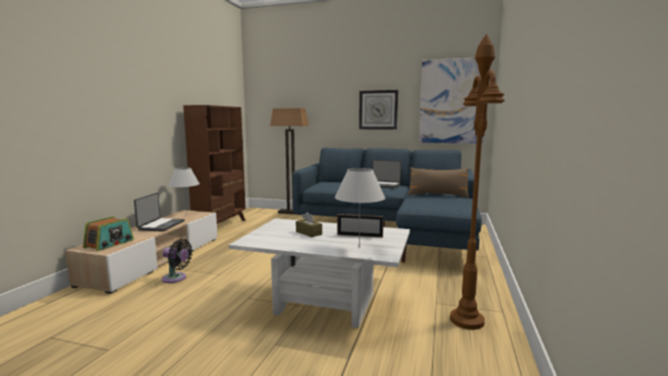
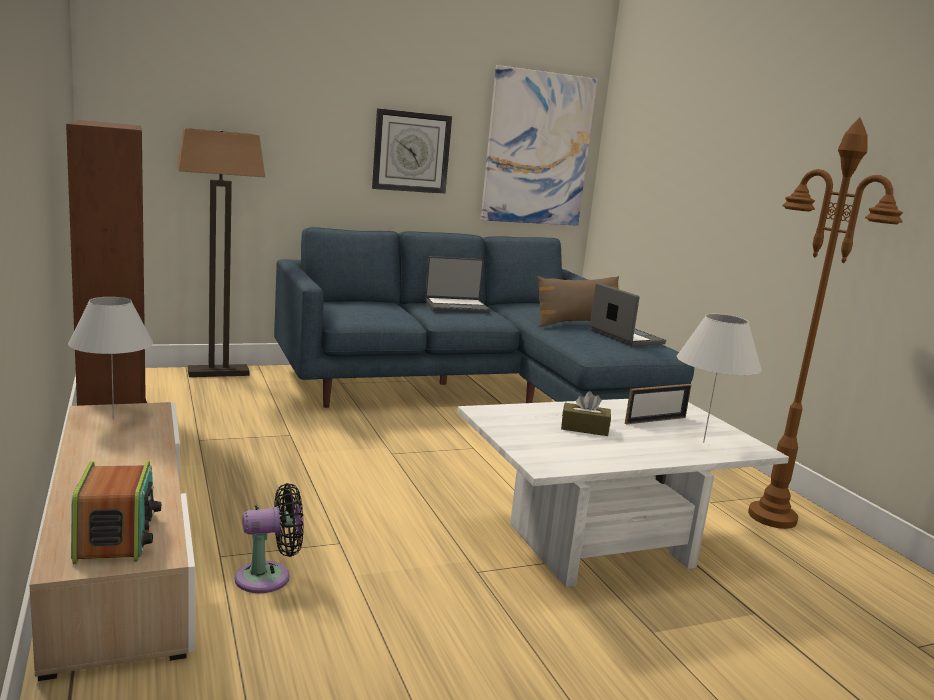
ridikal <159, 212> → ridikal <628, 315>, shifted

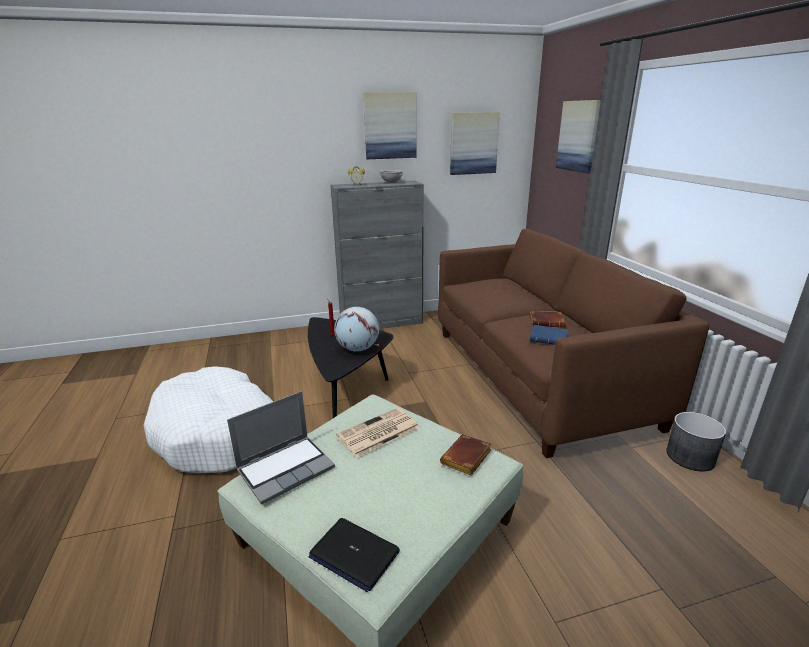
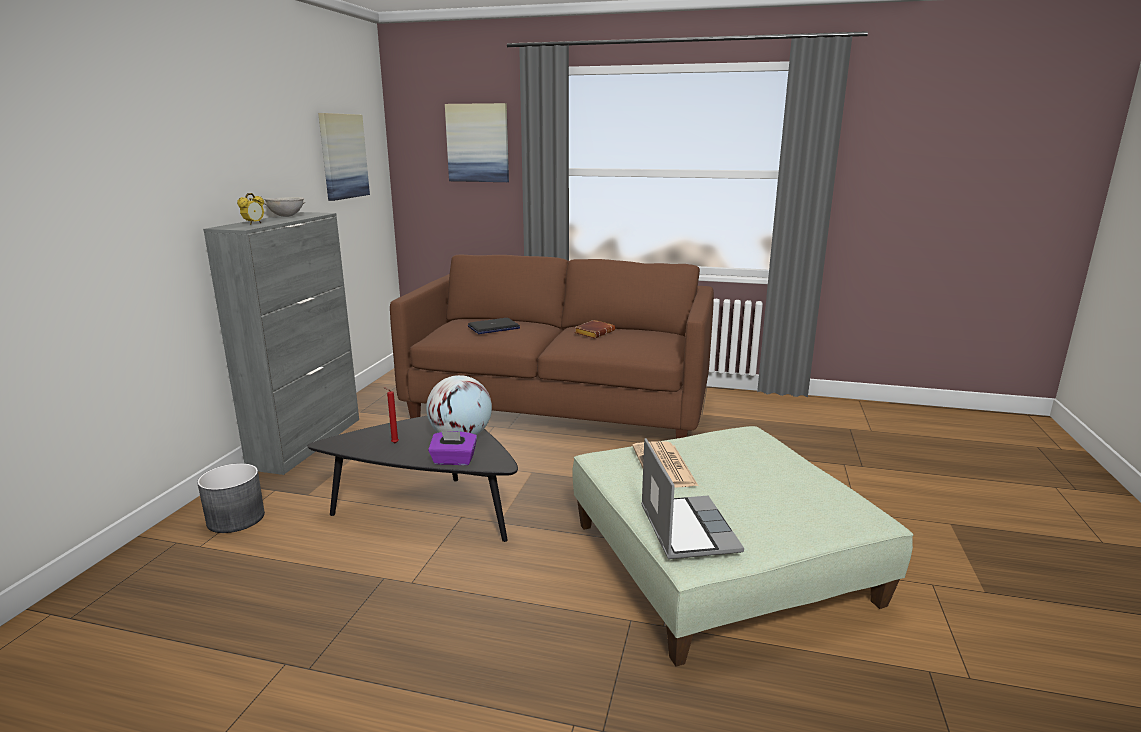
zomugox <389, 125> → -
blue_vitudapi <549, 335> → -
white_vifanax <209, 419> → -
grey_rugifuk <696, 442> → grey_rugifuk <231, 498>, shifted
brown_vitudapi <465, 454> → -
ridikal <354, 555> → ridikal <494, 326>, shifted
- → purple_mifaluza <452, 448>

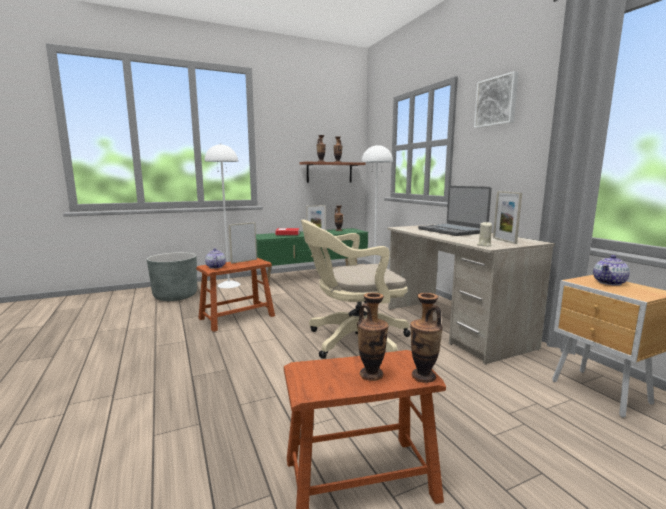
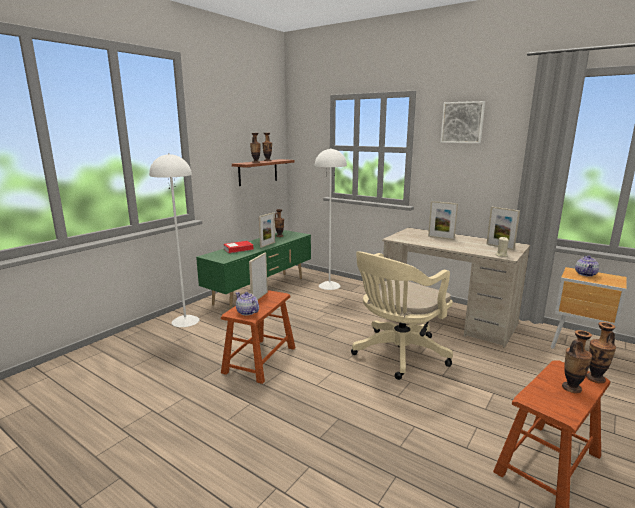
ridikal <455, 211> → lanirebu <443, 220>
grey_rugifuk <172, 276> → -

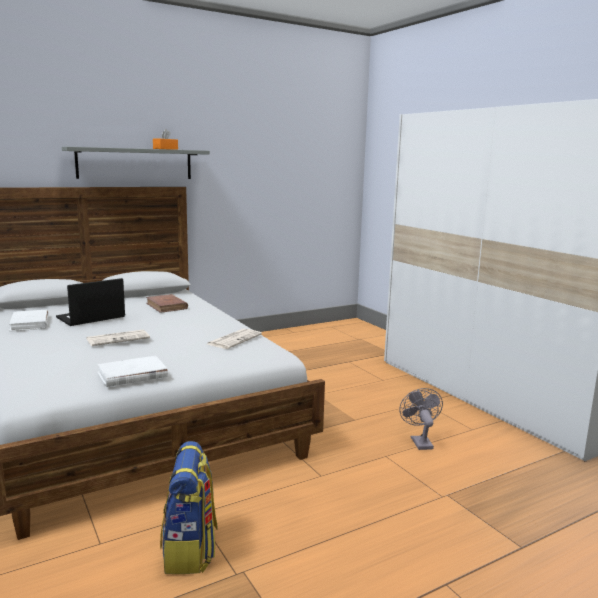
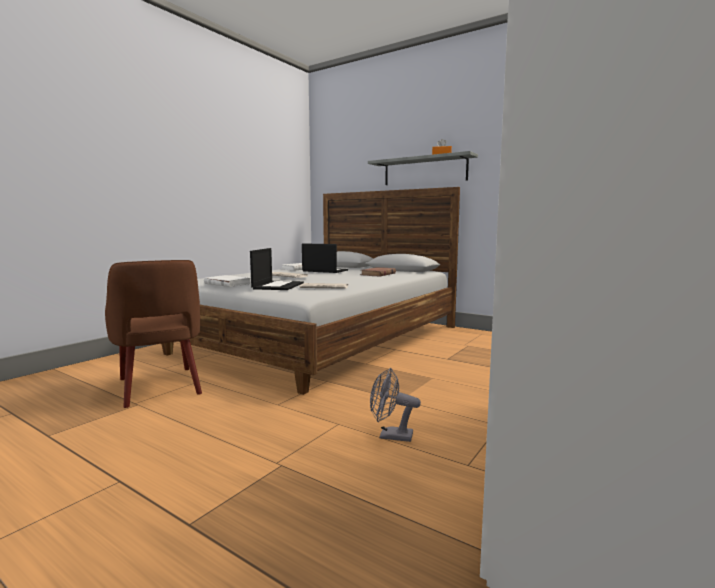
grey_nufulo <421, 419> → grey_nufulo <395, 405>, 135 degrees counterclockwise
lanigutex <189, 507> → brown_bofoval <153, 334>
- → ridikal <277, 269>

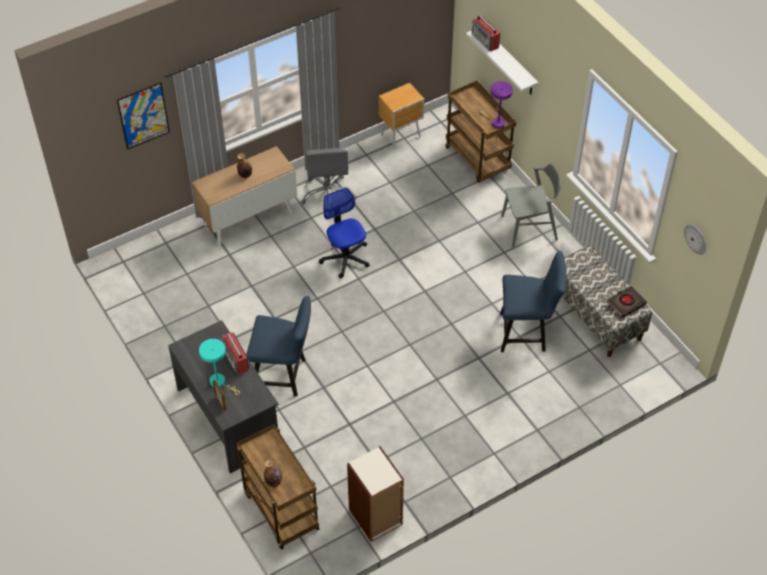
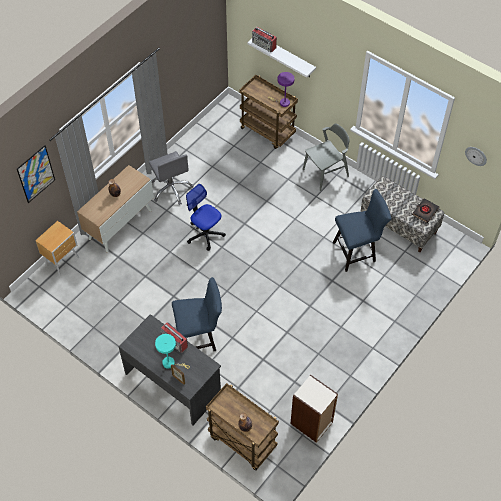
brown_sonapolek <401, 116> → brown_sonapolek <57, 248>, shifted

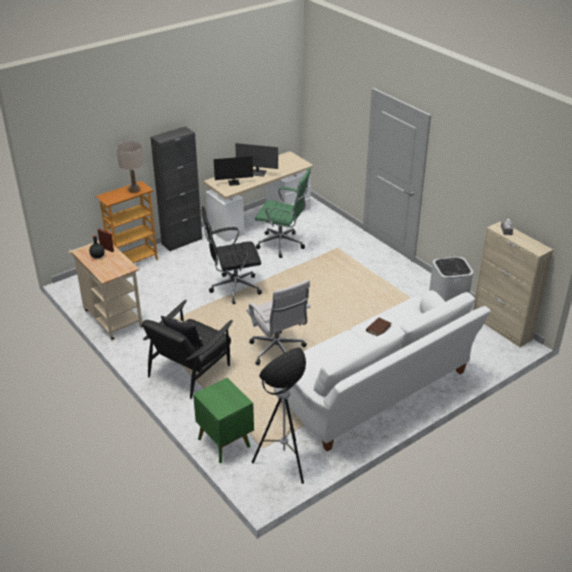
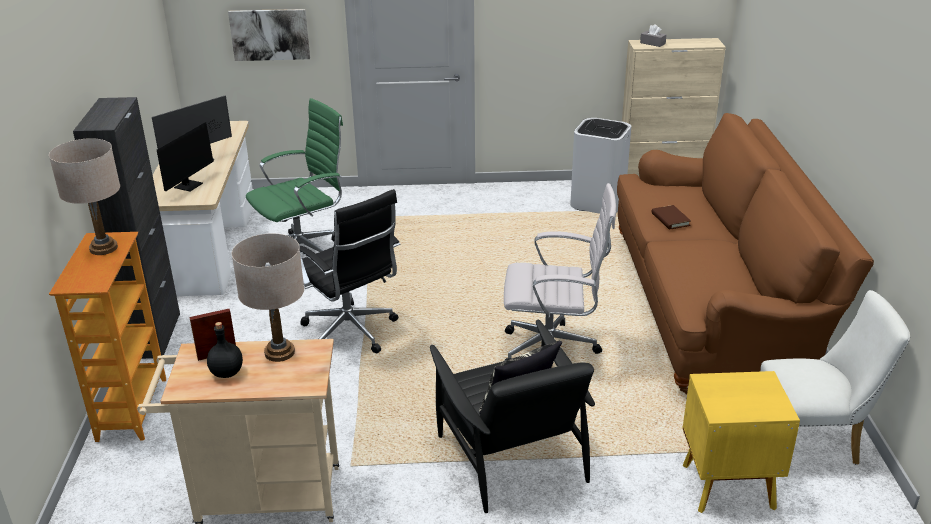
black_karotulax <232, 255> → black_karotulax <349, 271>, 60 degrees counterclockwise
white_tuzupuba <382, 371> → brown_tuzupuba <745, 253>
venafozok <279, 415> → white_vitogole <835, 377>
green_sonapolek <223, 420> → yellow_sonapolek <741, 442>
- → zomugox <269, 35>
- → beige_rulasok <268, 298>

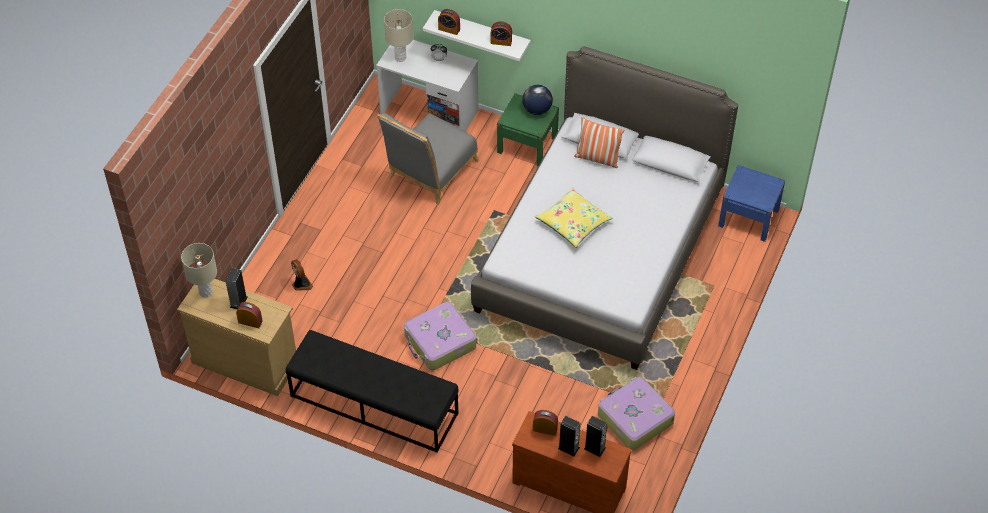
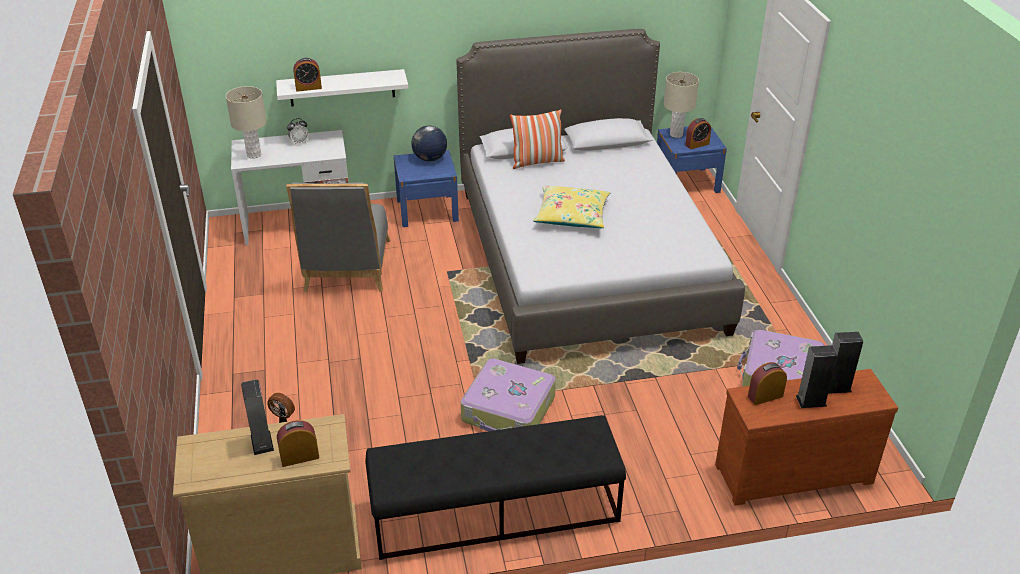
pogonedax <501, 33> → pogonedax <698, 133>, shifted
green_sonapolek <528, 129> → blue_sonapolek <426, 188>
beige_rulasok <199, 270> → beige_rulasok <681, 105>, shifted

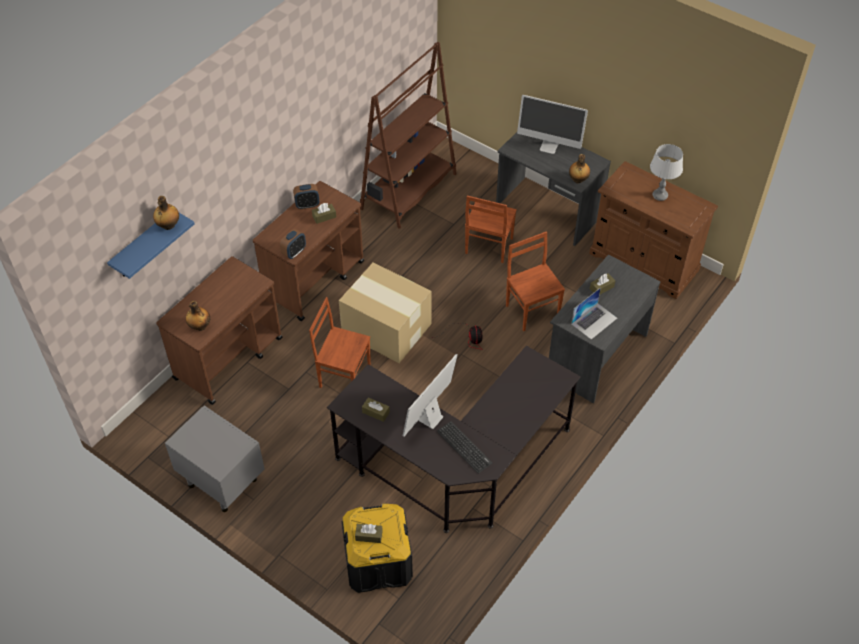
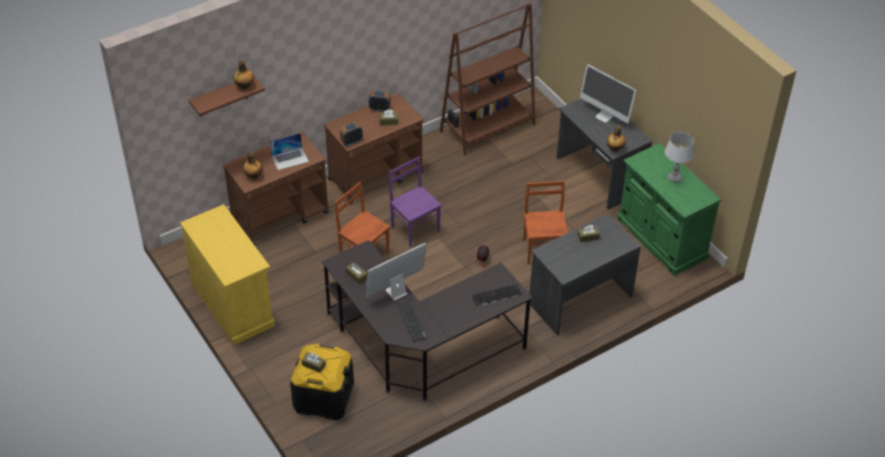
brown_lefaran <653, 230> → green_lefaran <669, 209>
brown_vitogole <491, 229> → -
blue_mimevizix <151, 246> → brown_mimevizix <227, 96>
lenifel <385, 312> → purple_vitogole <415, 202>
ridikal <594, 313> → ridikal <289, 151>, shifted
grey_sonapolek <215, 458> → yellow_lefaran <227, 274>
- → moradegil <496, 294>

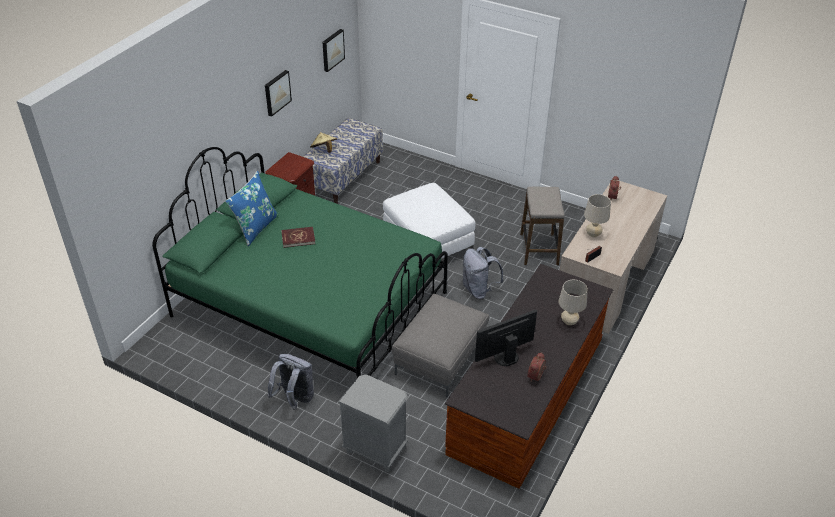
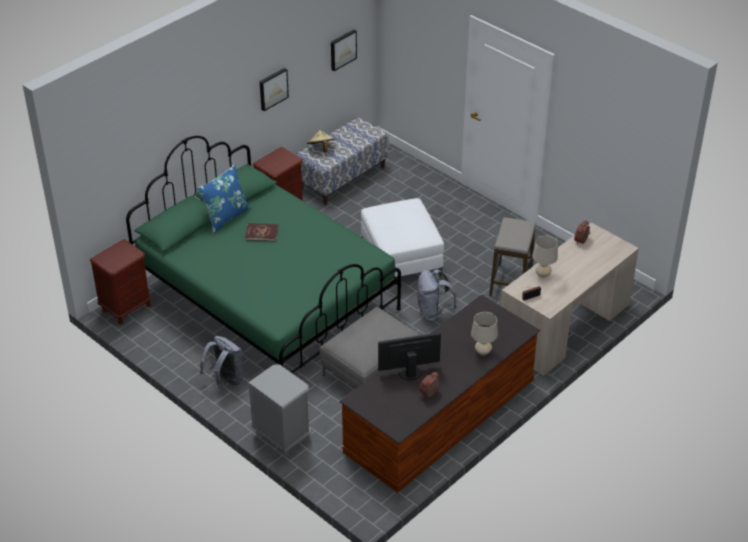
- → brown_sonapolek <121, 281>

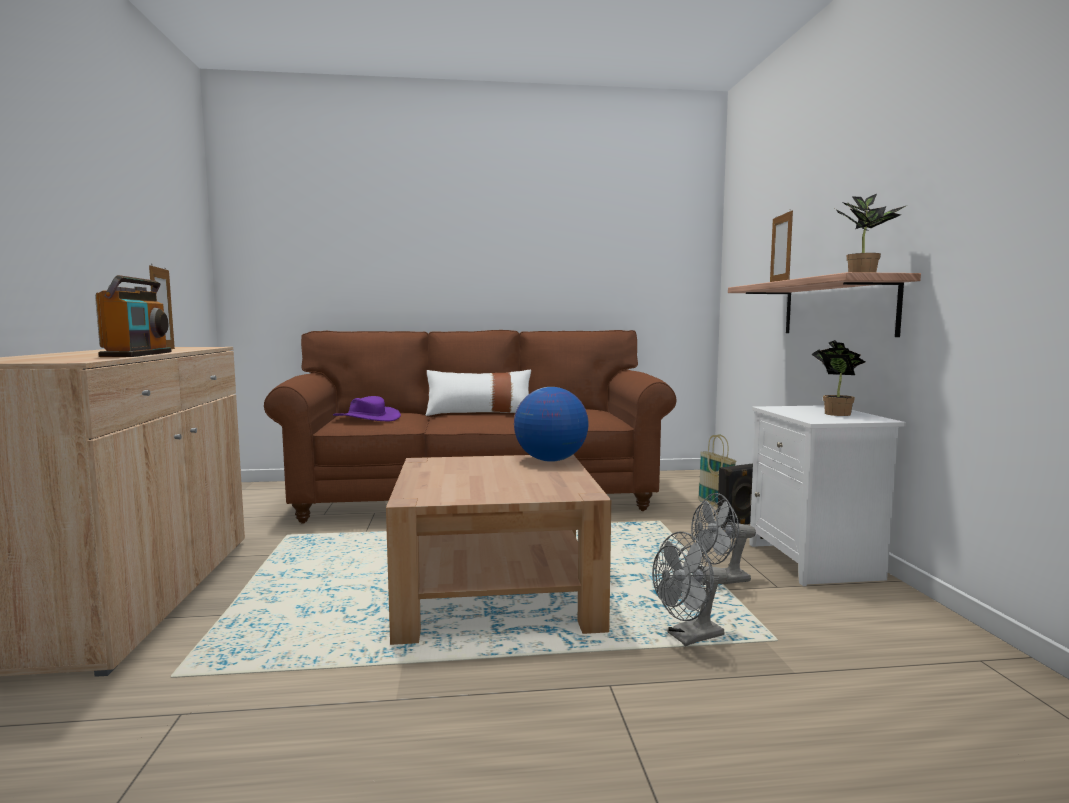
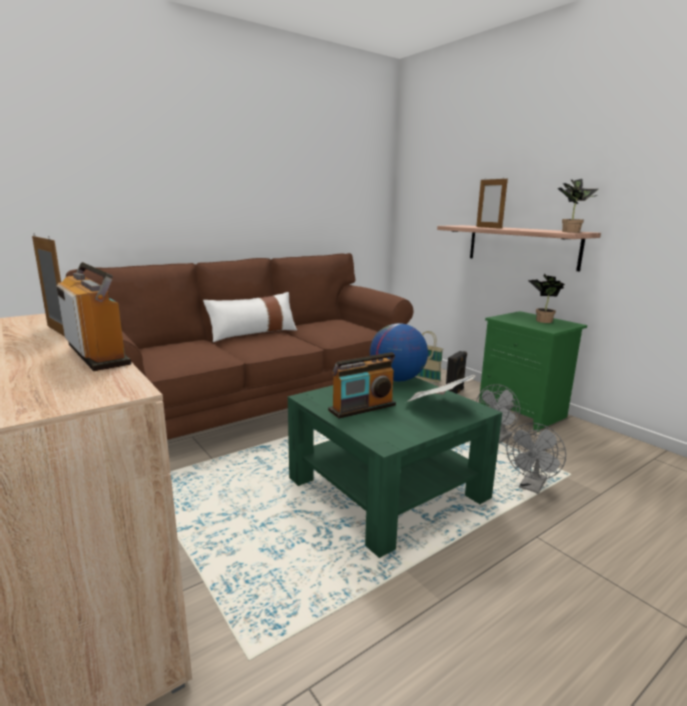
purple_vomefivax <367, 408> → -
white_sonapolek <827, 495> → green_sonapolek <533, 371>
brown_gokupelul <498, 550> → green_gokupelul <395, 467>
- → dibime <362, 385>
- → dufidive <441, 388>

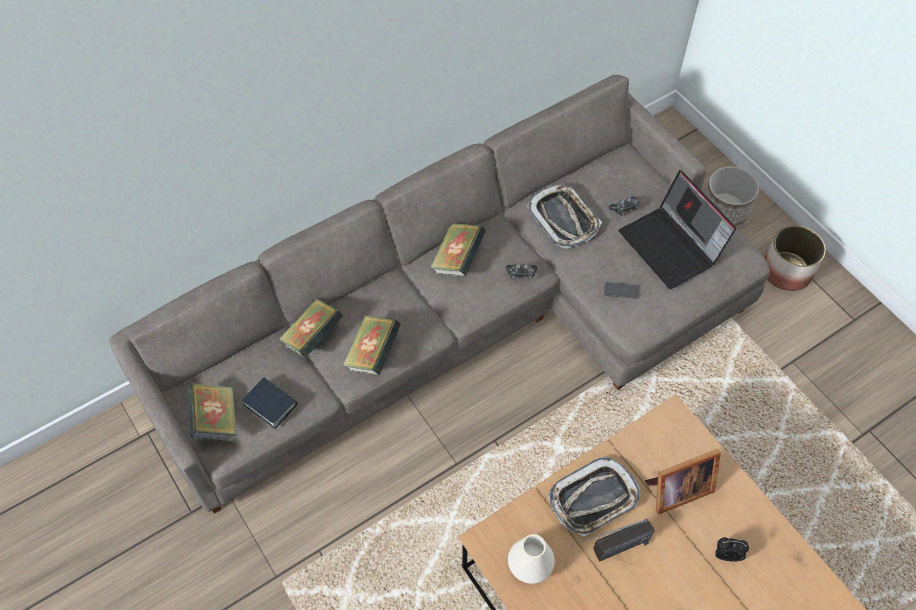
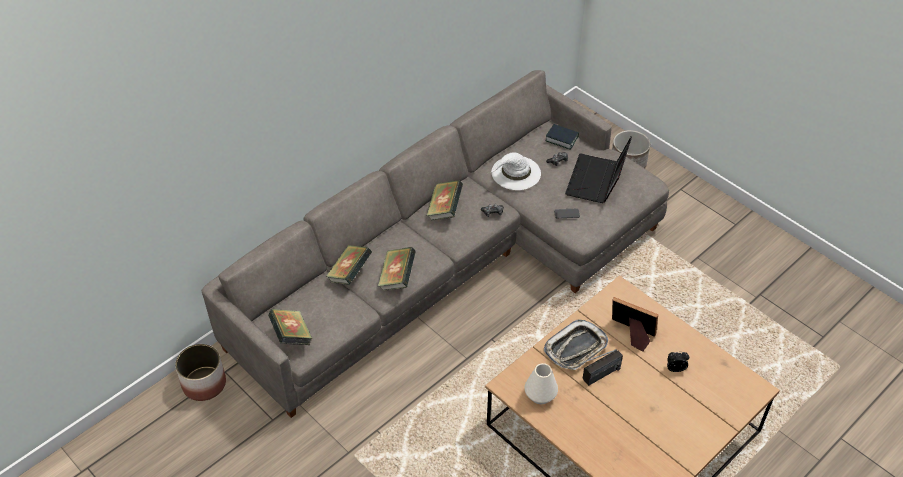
ridikal <677, 229> → ridikal <598, 170>, 60 degrees clockwise
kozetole <564, 216> → white_vomefivax <516, 171>
rugifuk <795, 258> → rugifuk <200, 372>, shifted
vitudapi <269, 403> → vitudapi <562, 137>, shifted
lanirebu <683, 482> → lanirebu <635, 324>, 120 degrees counterclockwise

